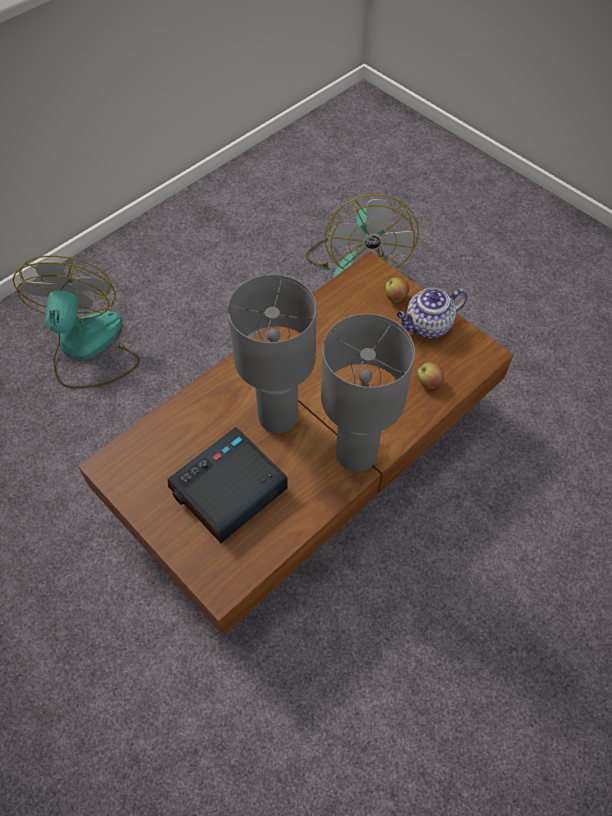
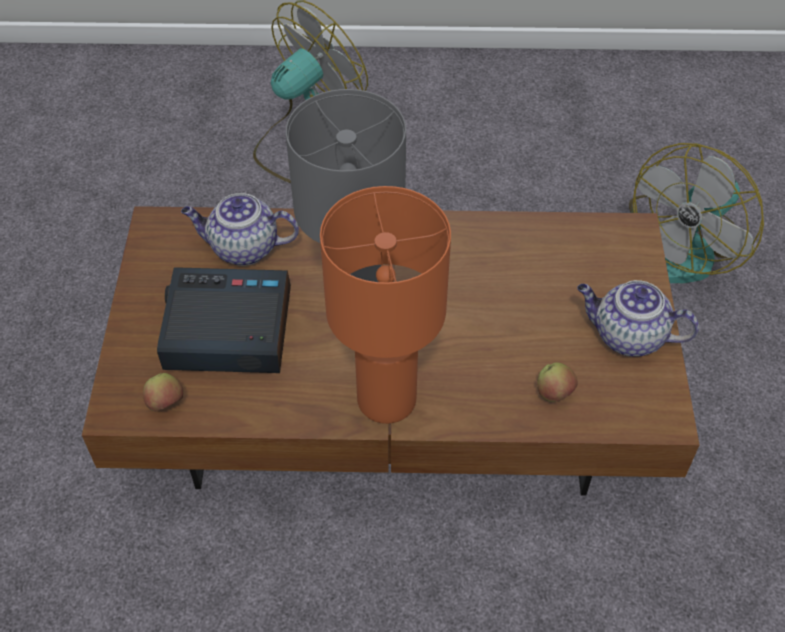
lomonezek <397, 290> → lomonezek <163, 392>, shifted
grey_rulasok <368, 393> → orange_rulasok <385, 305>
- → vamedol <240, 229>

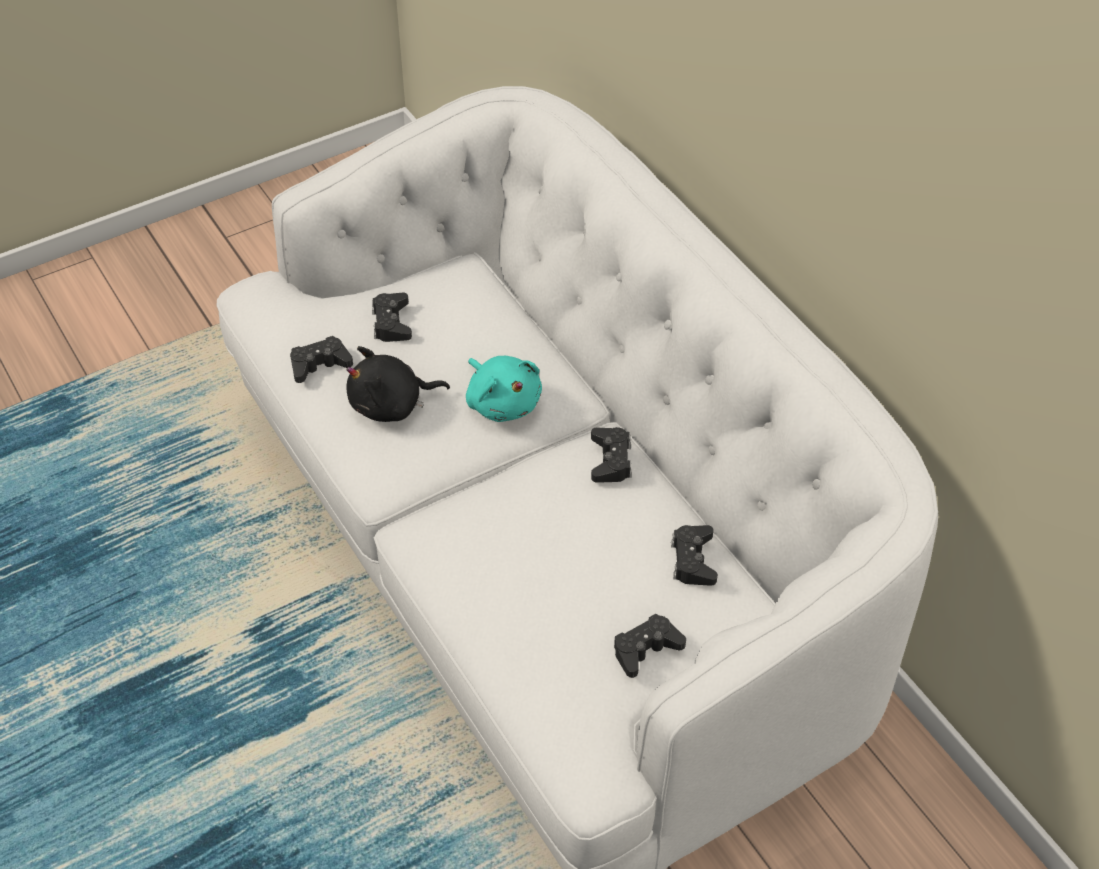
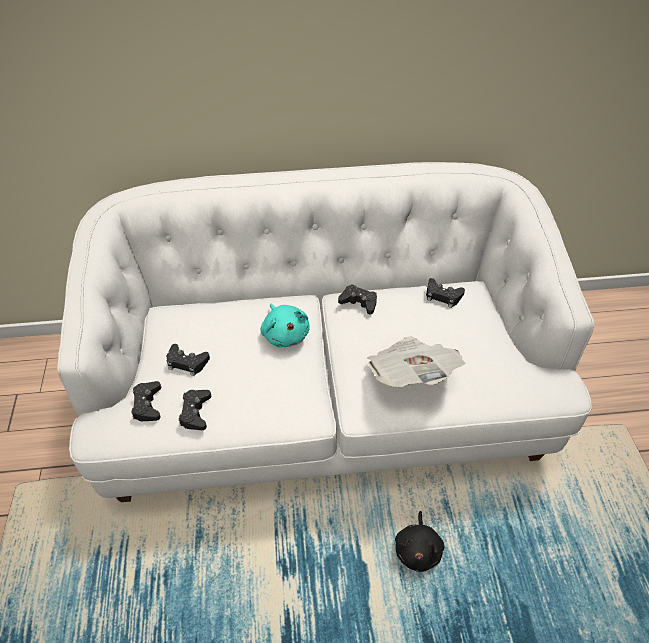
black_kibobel <398, 384> → black_kibobel <419, 541>, shifted
turquoise_kibobel <504, 389> → turquoise_kibobel <285, 325>, 75 degrees clockwise
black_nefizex <650, 646> → black_nefizex <146, 401>, shifted
- → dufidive <416, 361>

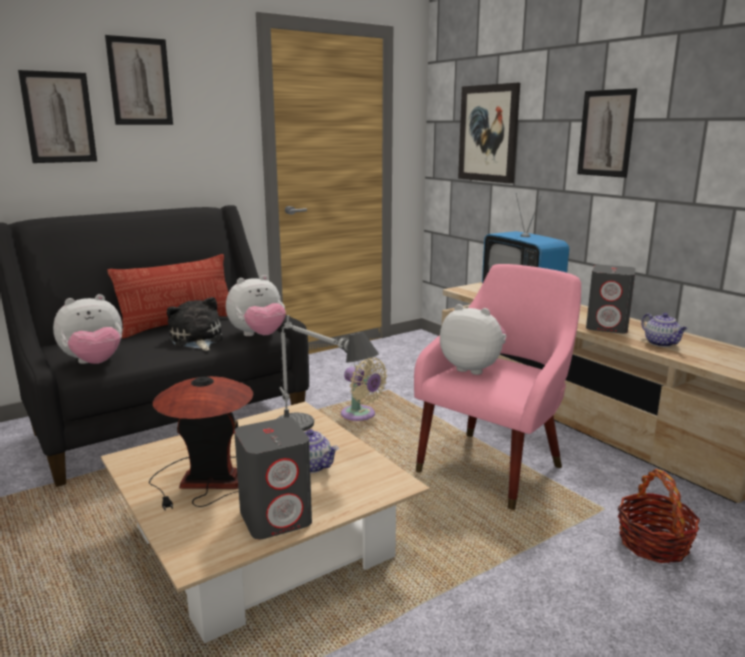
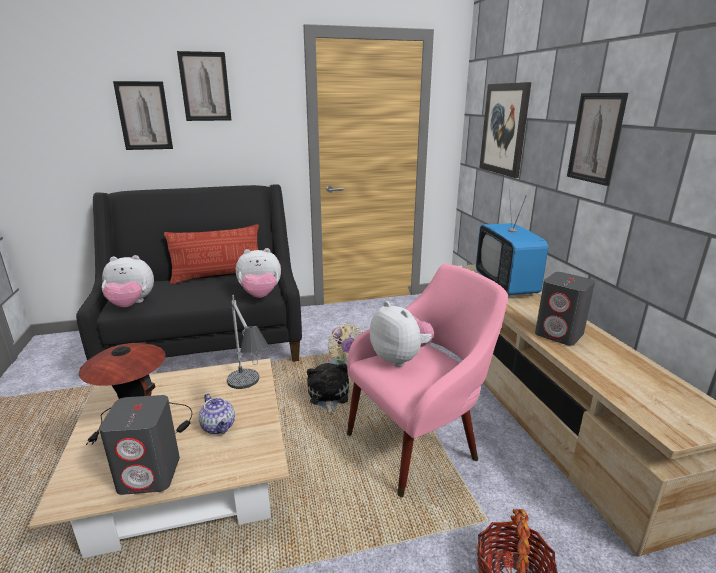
kibobel <195, 324> → kibobel <328, 388>, shifted
vamedol <664, 330> → -

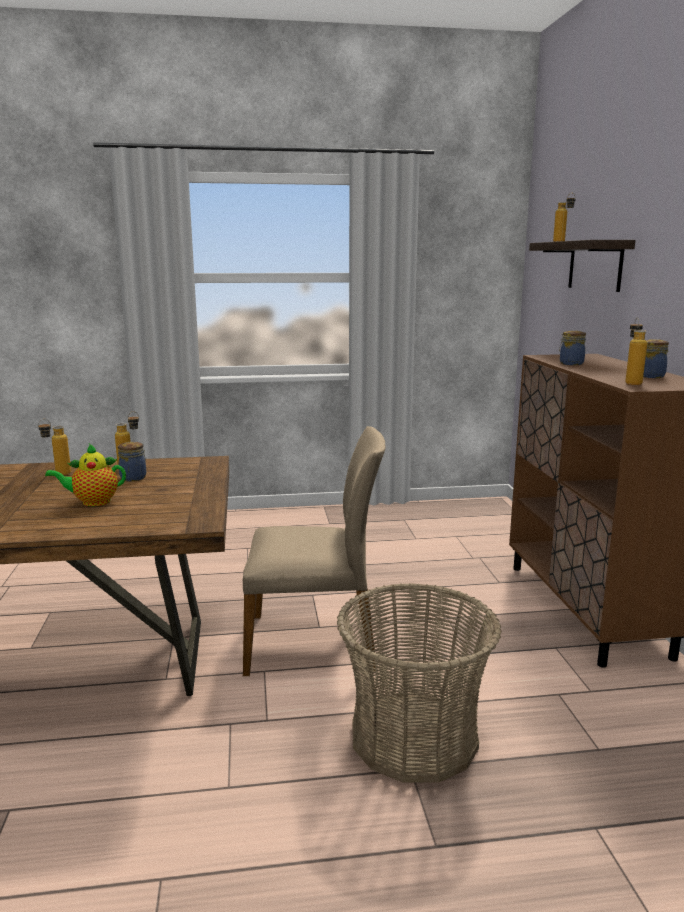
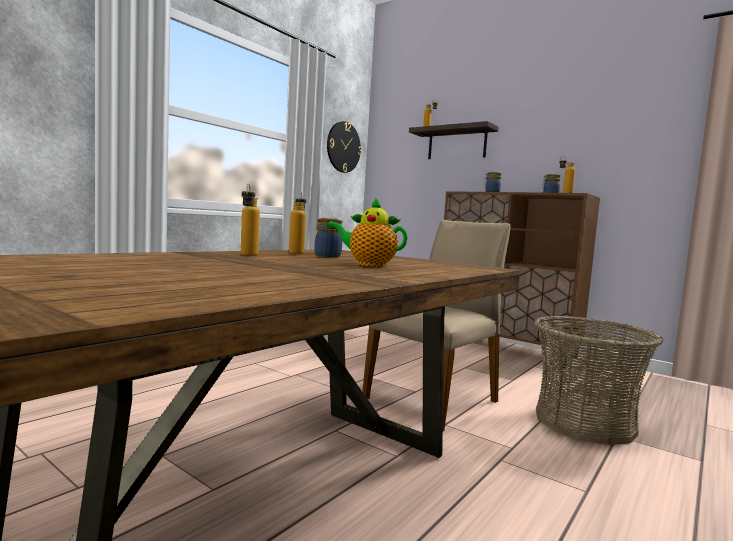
vamedol <85, 475> → vamedol <367, 232>, 75 degrees clockwise
- → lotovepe <344, 147>

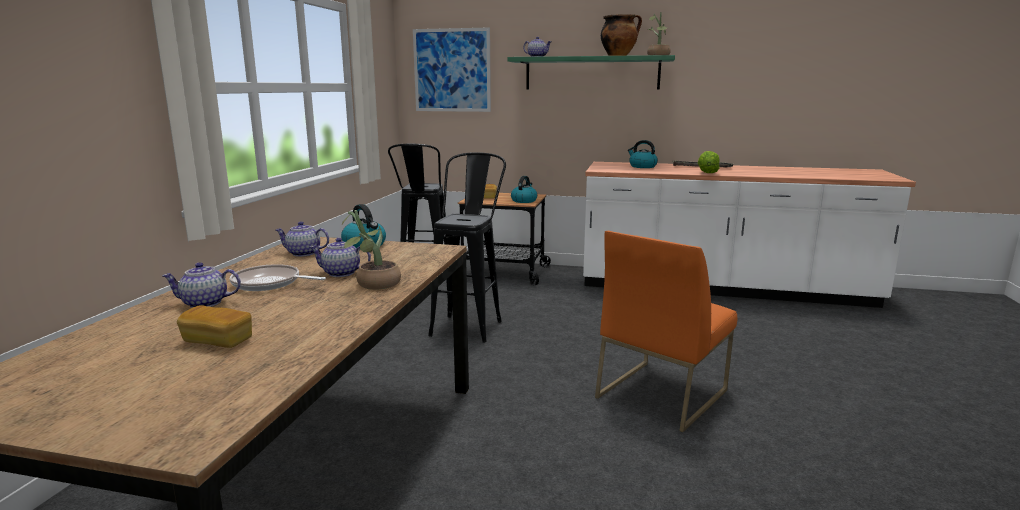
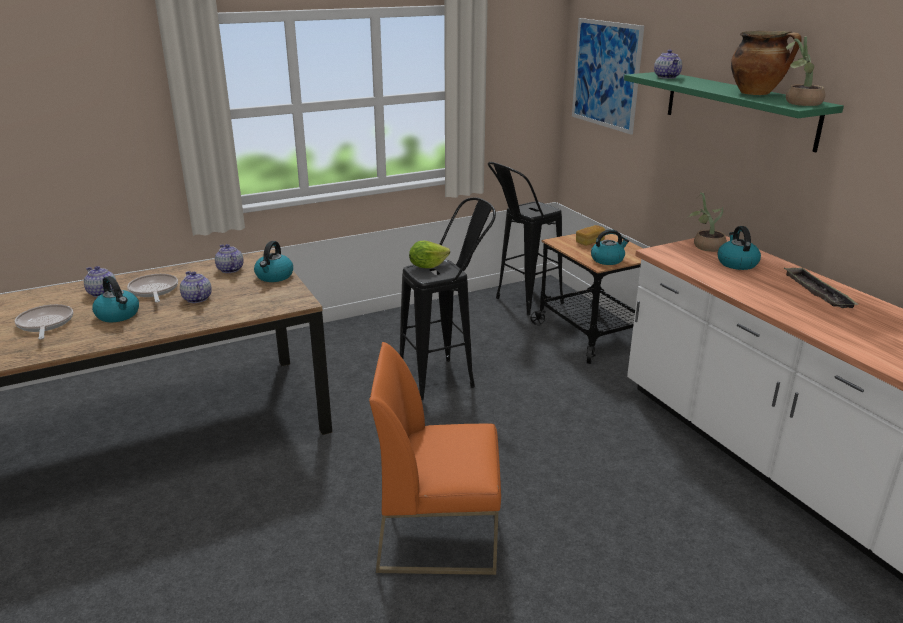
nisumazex <709, 162> → nisumazex <429, 254>, shifted
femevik <371, 250> → femevik <707, 222>, shifted
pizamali <214, 326> → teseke <44, 321>
- → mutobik <115, 299>

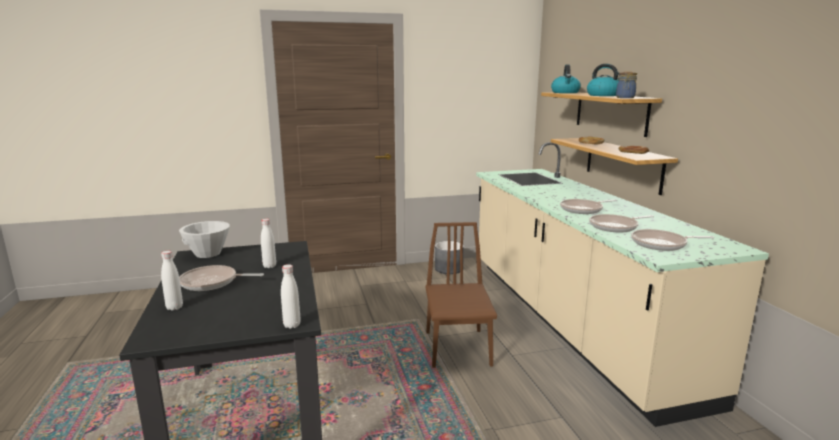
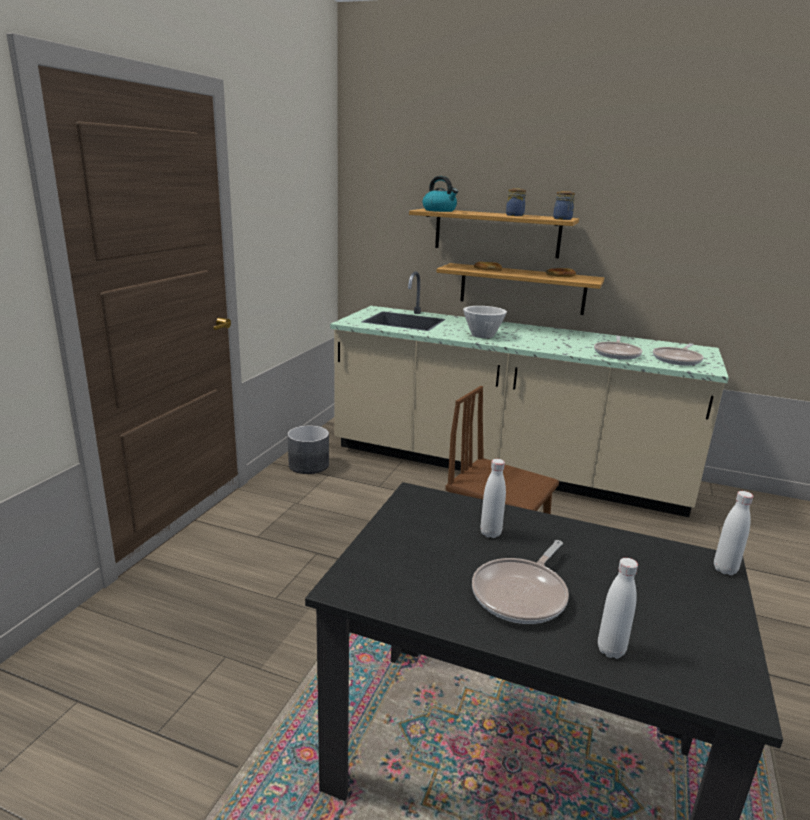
mutobik <603, 80> → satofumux <516, 202>
teseke <588, 206> → -
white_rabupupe <204, 239> → white_rabupupe <485, 322>, shifted

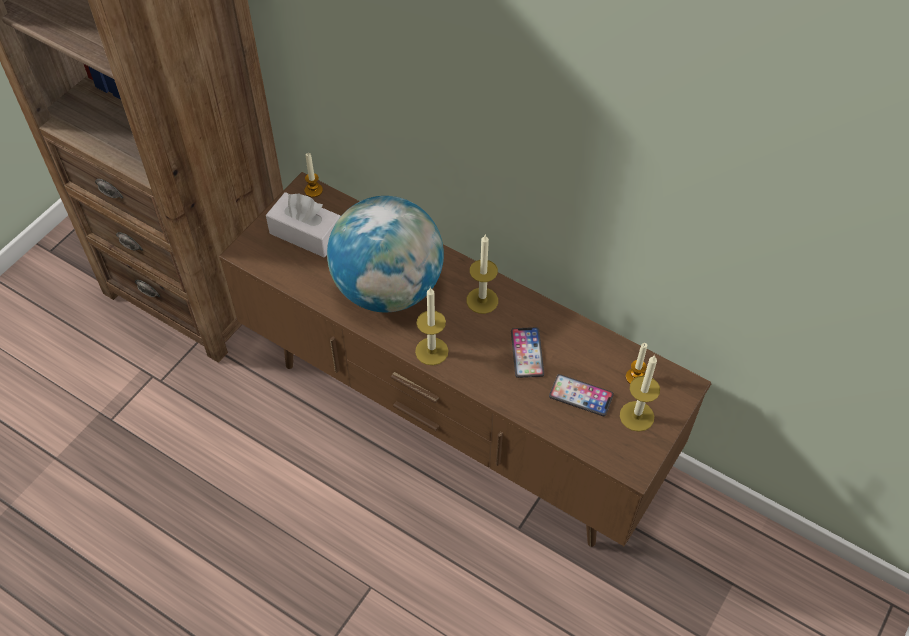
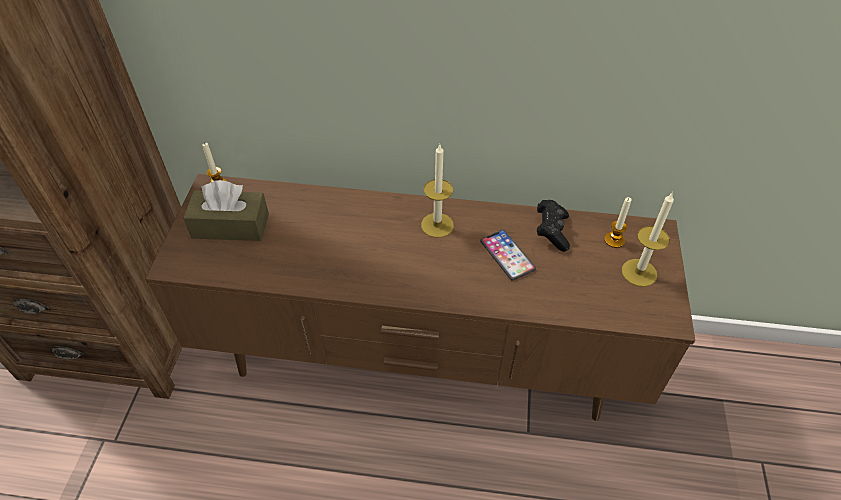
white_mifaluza <303, 224> → brown_mifaluza <226, 210>
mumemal <385, 254> → -
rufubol <431, 326> → -
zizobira <581, 395> → -
- → black_nefizex <553, 226>

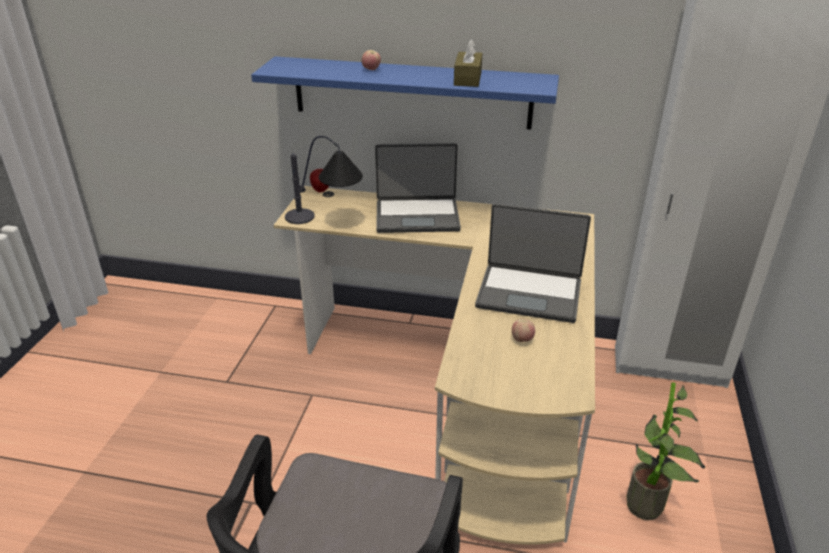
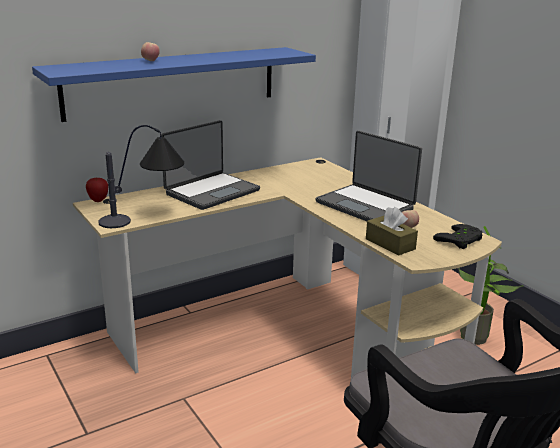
brown_mifaluza <468, 63> → brown_mifaluza <392, 231>, shifted
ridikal <533, 263> → ridikal <368, 176>, 75 degrees clockwise
- → black_nefizex <458, 236>

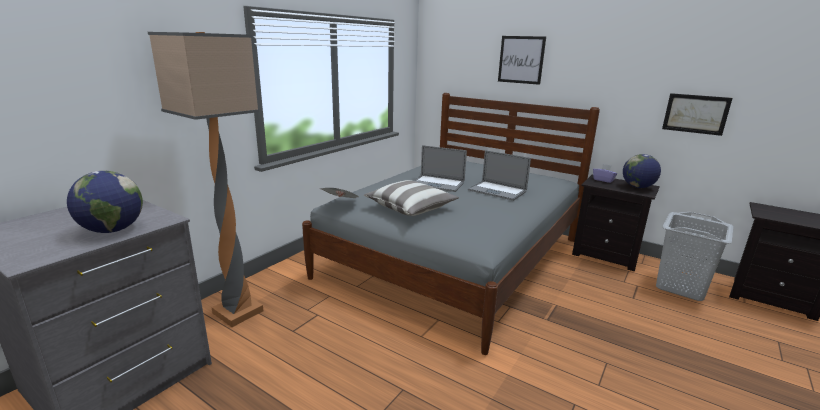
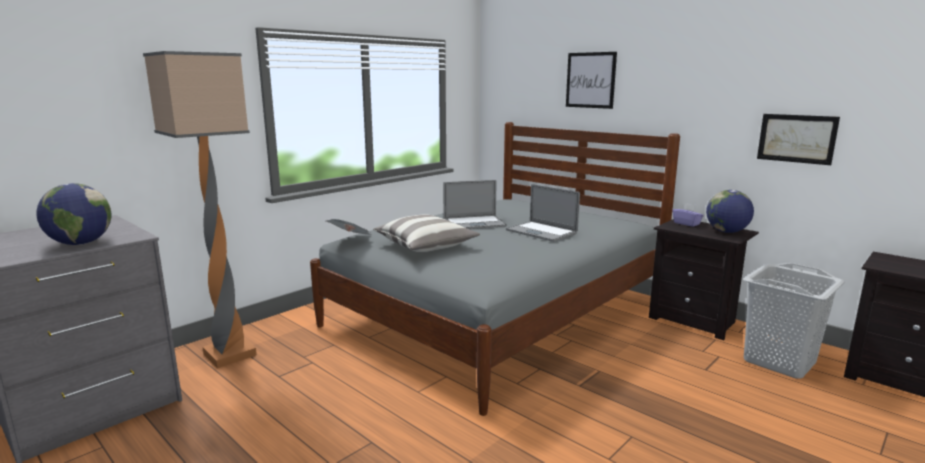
ridikal <440, 168> → ridikal <475, 204>, 45 degrees counterclockwise

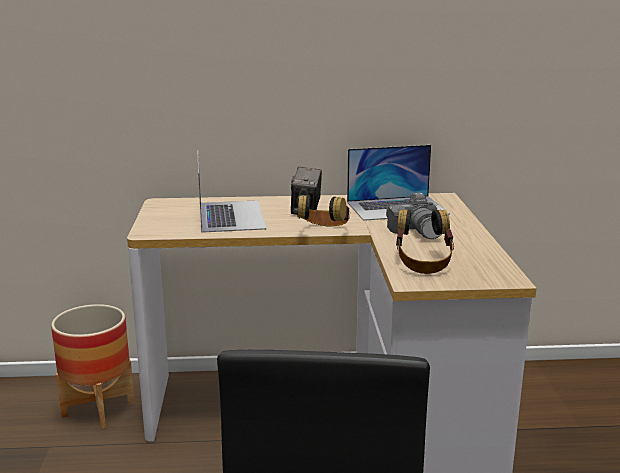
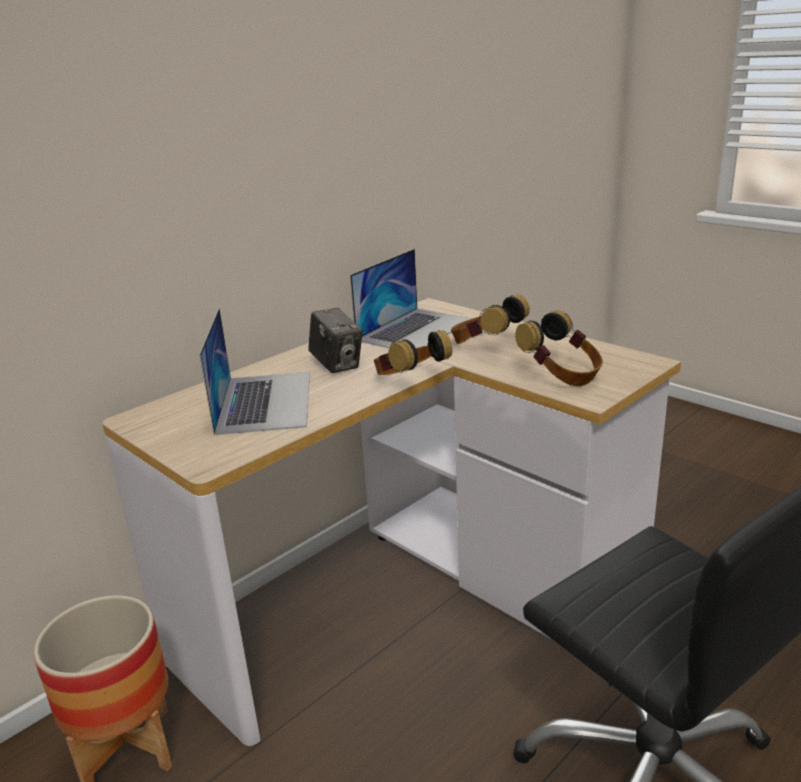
ridikal <231, 191> → ridikal <254, 371>, 45 degrees clockwise
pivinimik <414, 216> → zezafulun <490, 319>

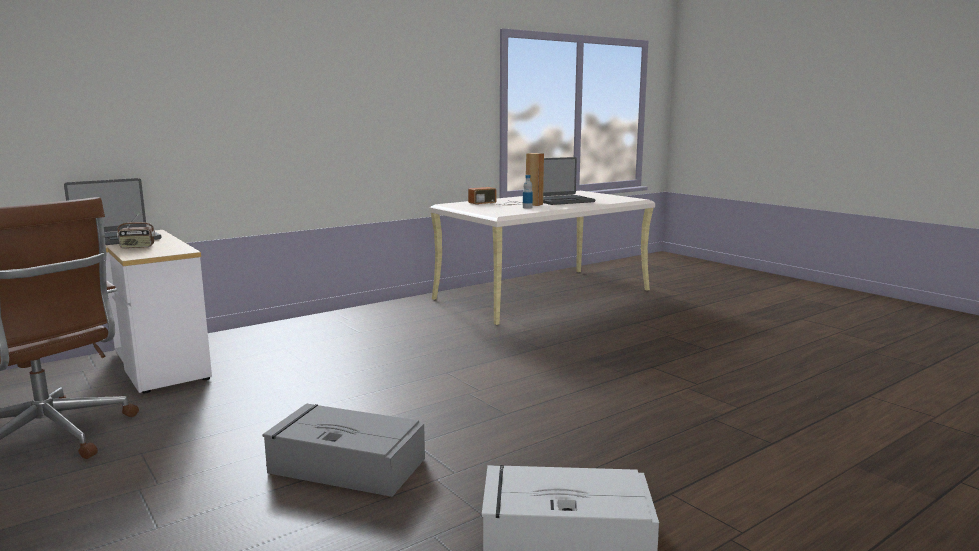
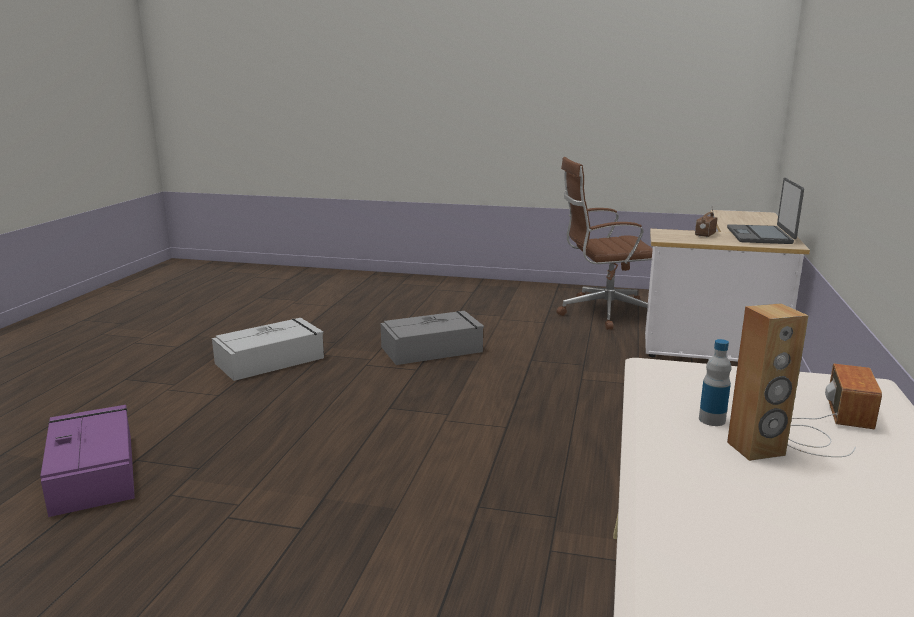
ridikal <569, 181> → -
- → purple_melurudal <87, 461>

